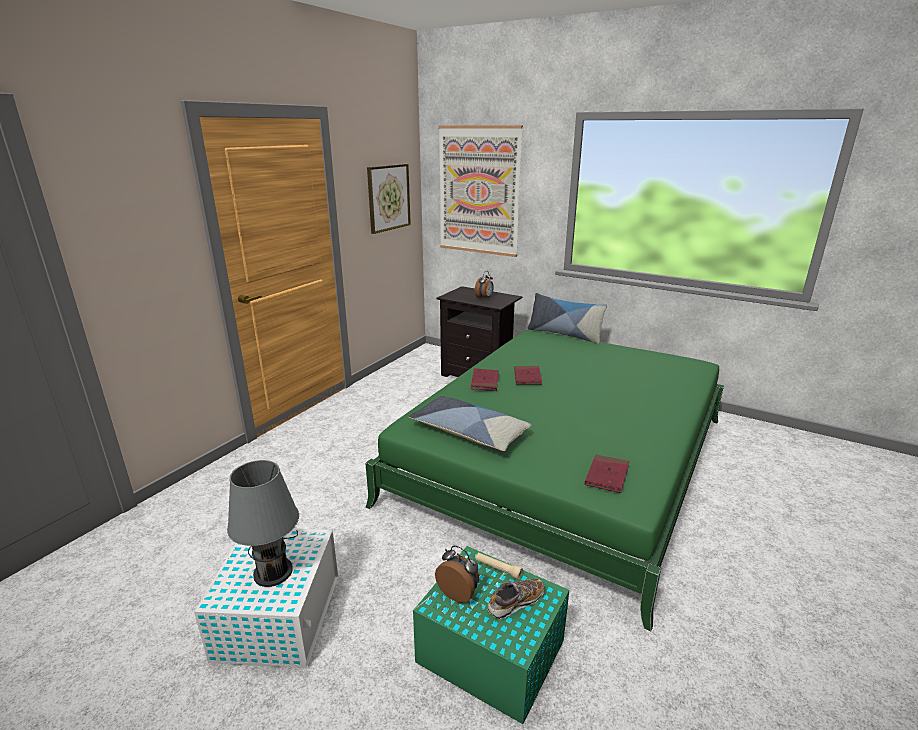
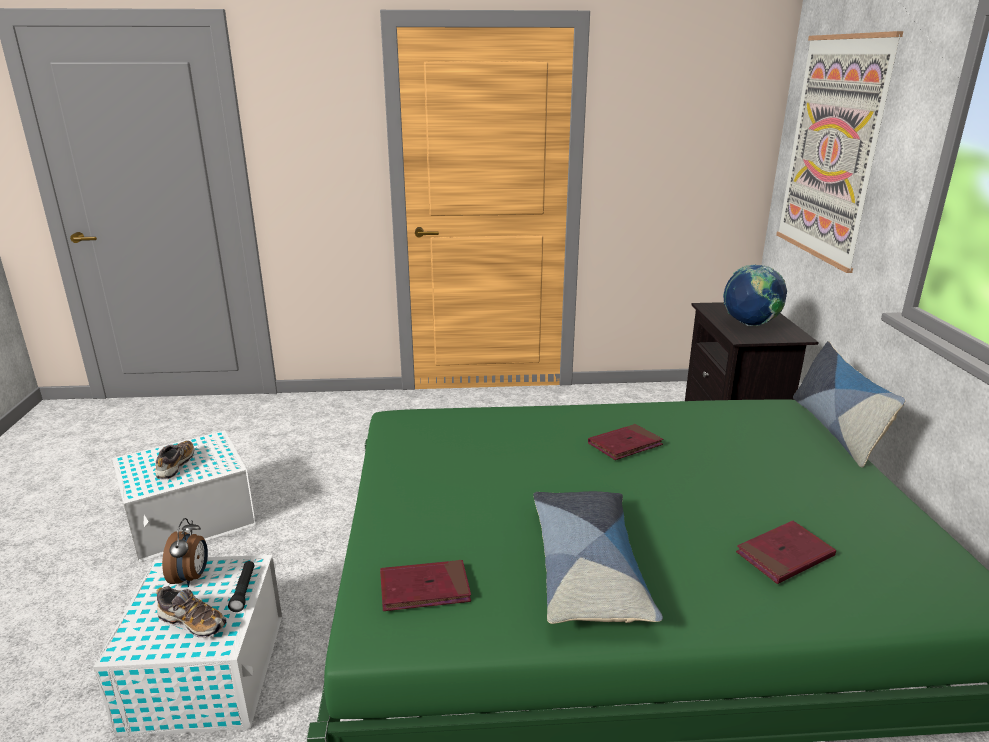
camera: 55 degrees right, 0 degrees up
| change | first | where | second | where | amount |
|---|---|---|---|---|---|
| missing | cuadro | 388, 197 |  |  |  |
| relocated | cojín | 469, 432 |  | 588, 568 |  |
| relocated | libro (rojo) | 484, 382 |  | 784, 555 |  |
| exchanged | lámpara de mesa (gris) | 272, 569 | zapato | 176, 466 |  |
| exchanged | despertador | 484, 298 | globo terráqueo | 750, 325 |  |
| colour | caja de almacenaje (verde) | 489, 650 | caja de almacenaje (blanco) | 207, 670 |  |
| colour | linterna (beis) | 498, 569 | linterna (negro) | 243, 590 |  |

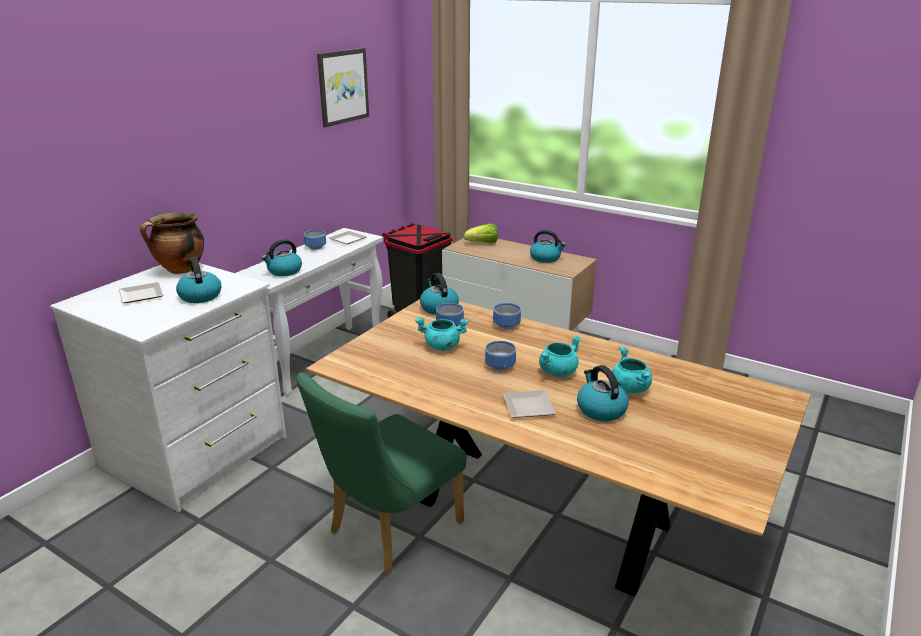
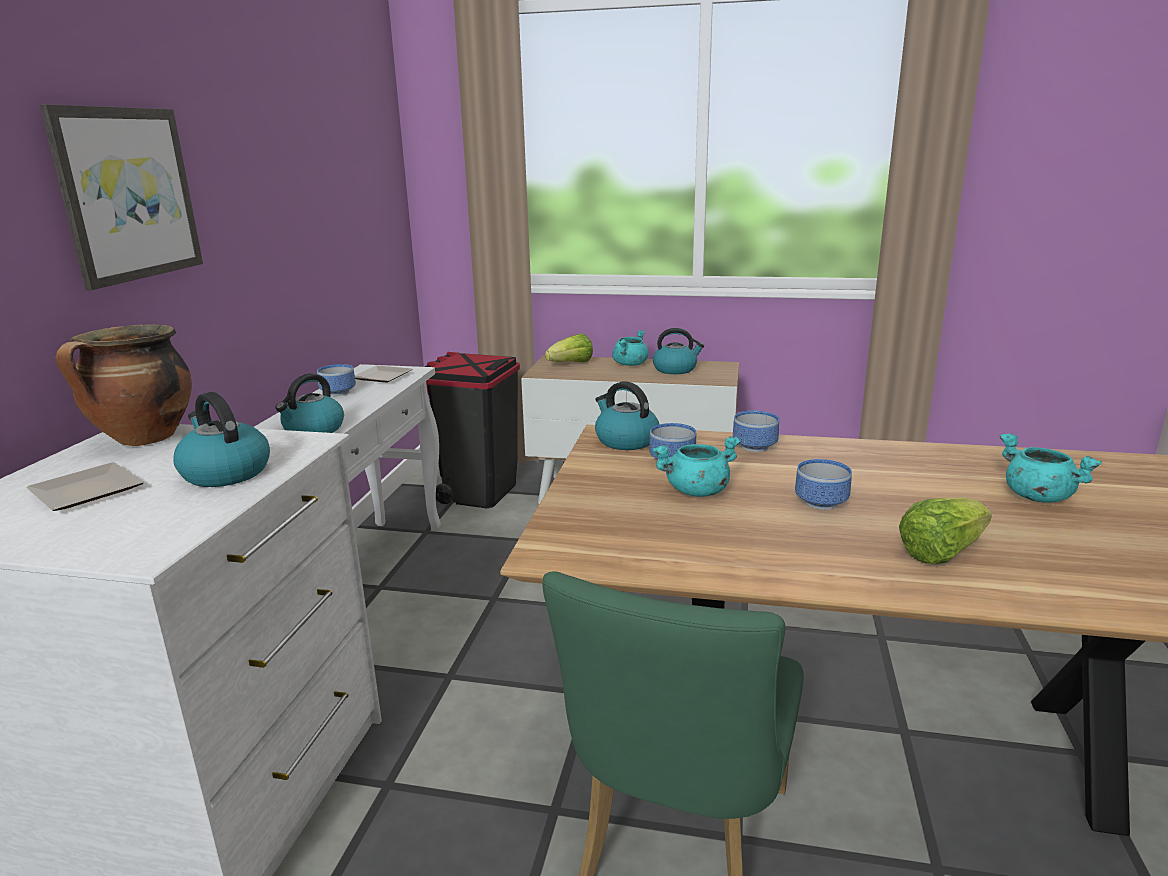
camera: 20 degrees left, 5 degrees down
| change | first | where | second | where | amount |
|---|---|---|---|---|---|
| missing | hervidor | 600, 409 |  |  |  |
| relocated | cuadro | 342, 86 |  | 127, 194 |  |
| relocated | olla (turquesa) | 558, 372 |  | 630, 364 |  |
| exchanged | plato | 527, 406 | lechuga | 941, 552 |  |

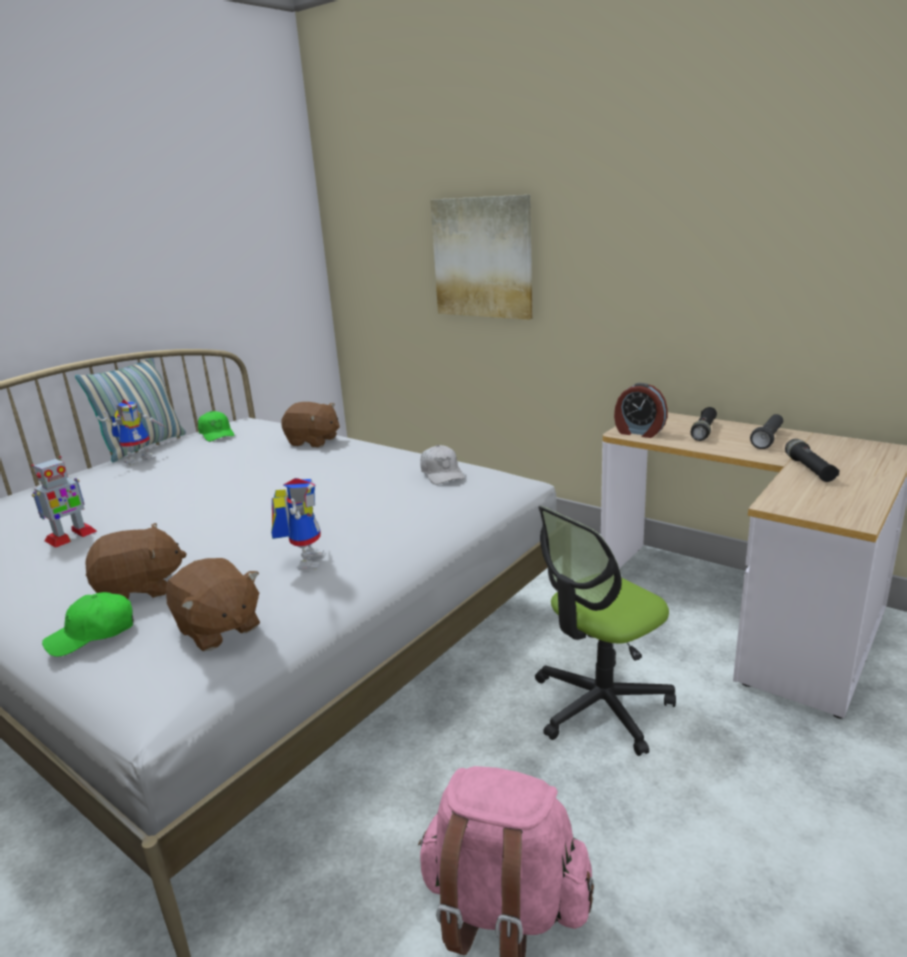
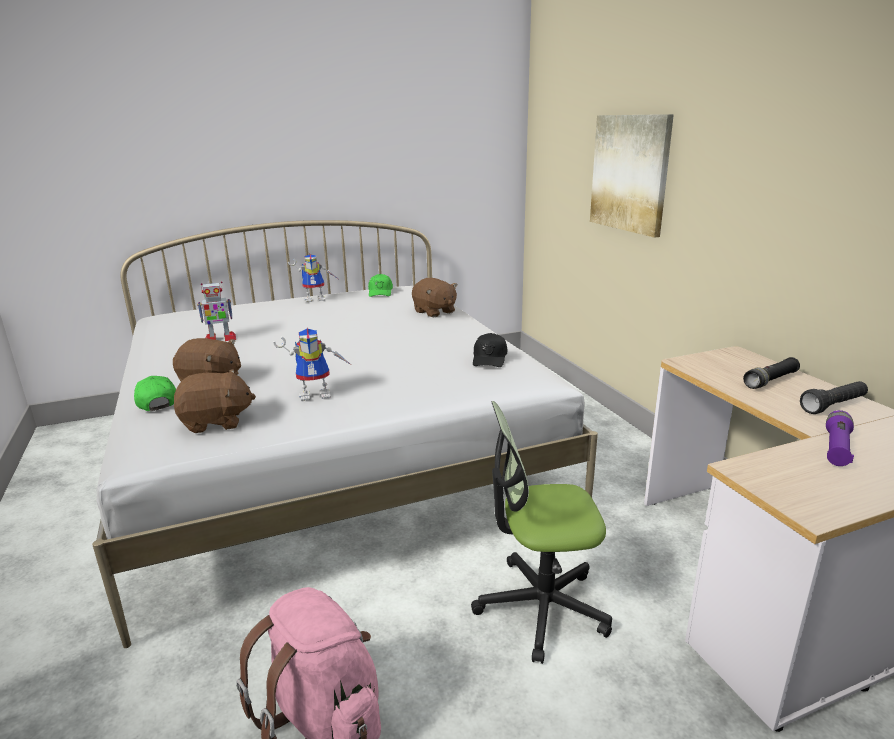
camera: 30 degrees right, 0 degrees up
| change | first | where | second | where | amount |
|---|---|---|---|---|---|
| missing | cojín | 144, 446 |  |  |  |
| missing | despertador | 639, 432 |  |  |  |
| colour | gorra (blanco) | 442, 474 | gorra (negro) | 489, 359 |  |
| colour | linterna (negro) | 809, 469 | linterna (morado) | 836, 448 |  |
| spun | gorra (verde) | 92, 634 |  | 156, 401 | 60 degrees clockwise |
| spun | peluche (marrón) | 218, 629 |  | 216, 422 | 90 degrees counterclockwise |
| spun | robot de juguete | 305, 560 |  | 317, 394 | 45 degrees clockwise |

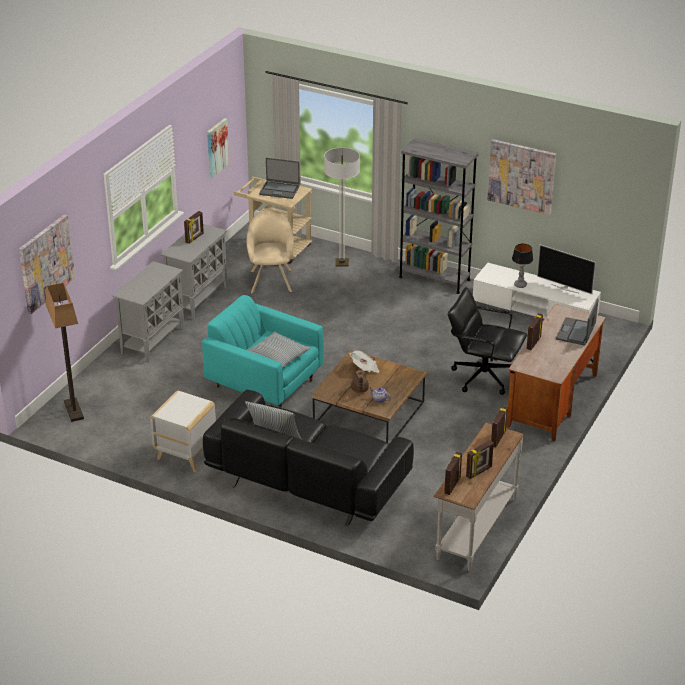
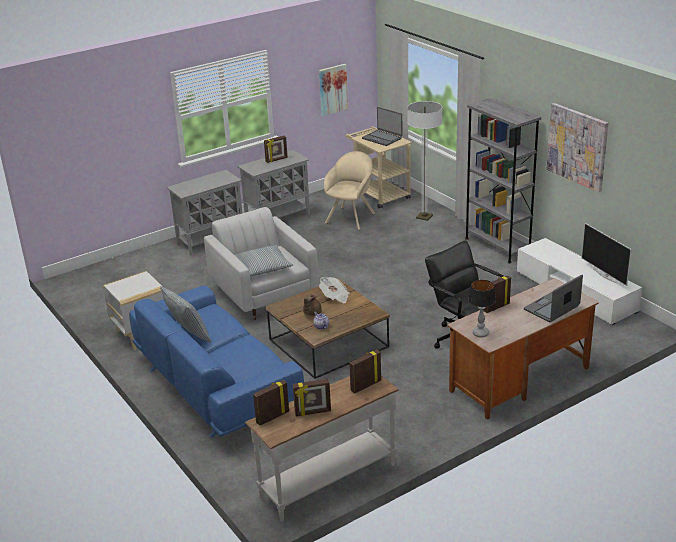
camera: 30 degrees right, 5 degrees down
| change | first | where | second | where | amount |
|---|---|---|---|---|---|
| missing | cuadro | 46, 263 |  |  |  |
| missing | lámpara de pie | 73, 410 |  |  |  |
| relocated | lámpara de mesa | 520, 285 |  | 481, 333 |  |
| colour | sillón (turquesa) | 264, 383 | sillón (blanco) | 264, 294 |  |
| colour | sofá (negro) | 307, 481 | sofá (azul) | 216, 386 |  |

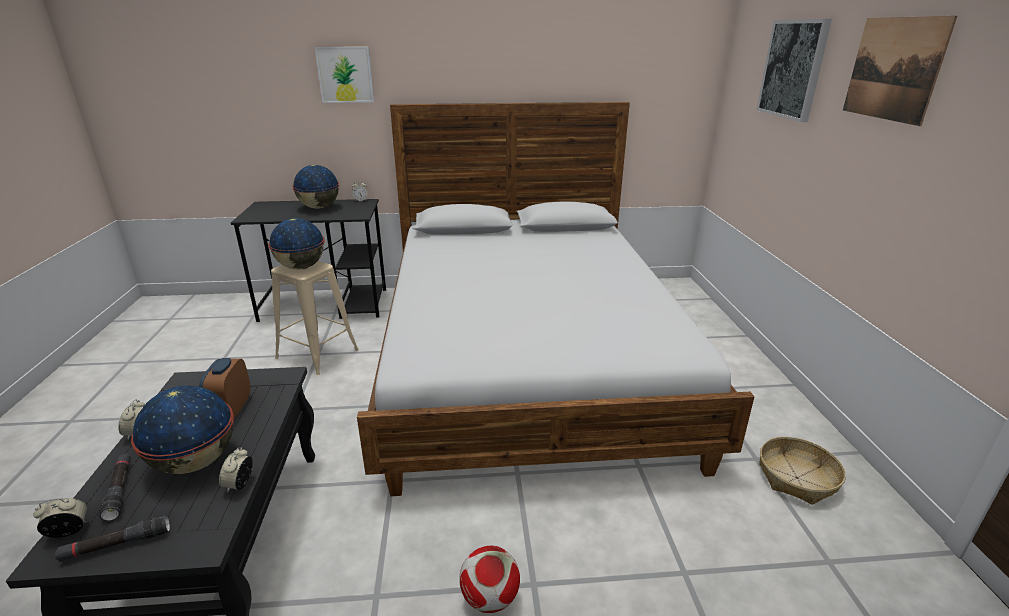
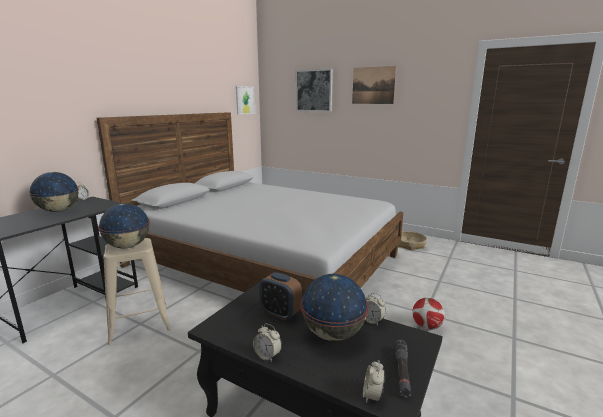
camera: 55 degrees left, 10 degrees down
| change | first | where | second | where | amount |
|---|---|---|---|---|---|
| missing | linterna (negro) | 119, 490 |  |  |  |
| relocated | cuadro | 345, 75 |  | 245, 100 |  |

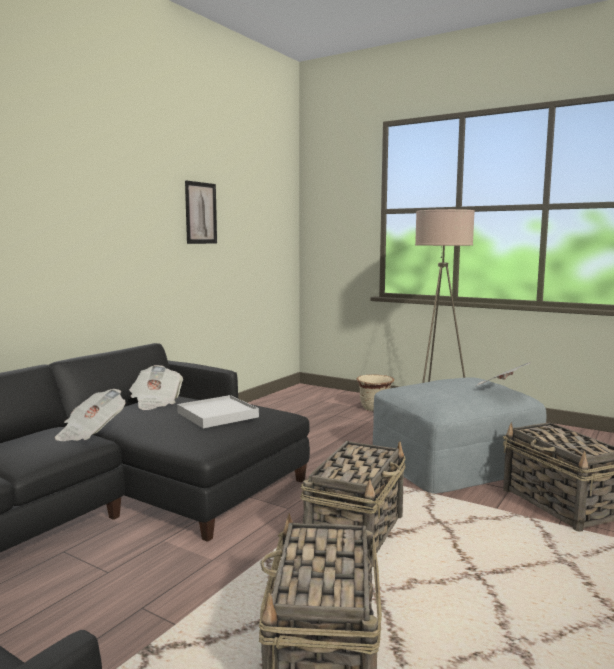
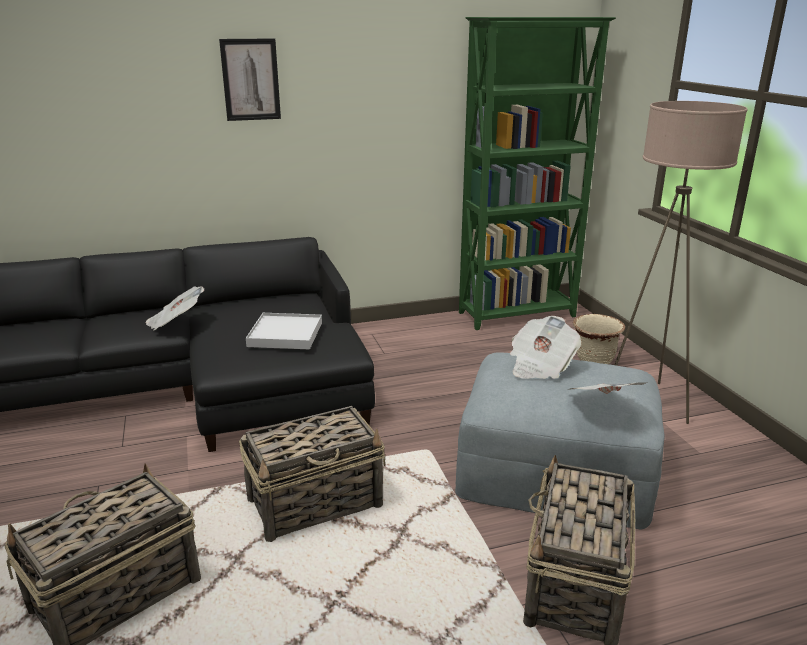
camera: 40 degrees right, 15 degrees up
| change | first | where | second | where | amount |
|---|---|---|---|---|---|
| appeared |  |  | estantería (verde) | 518, 315 |  |
| relocated | periódico | 155, 402 |  | 540, 366 |  |
| relocated | cuadro | 201, 213 |  | 250, 80 |  |

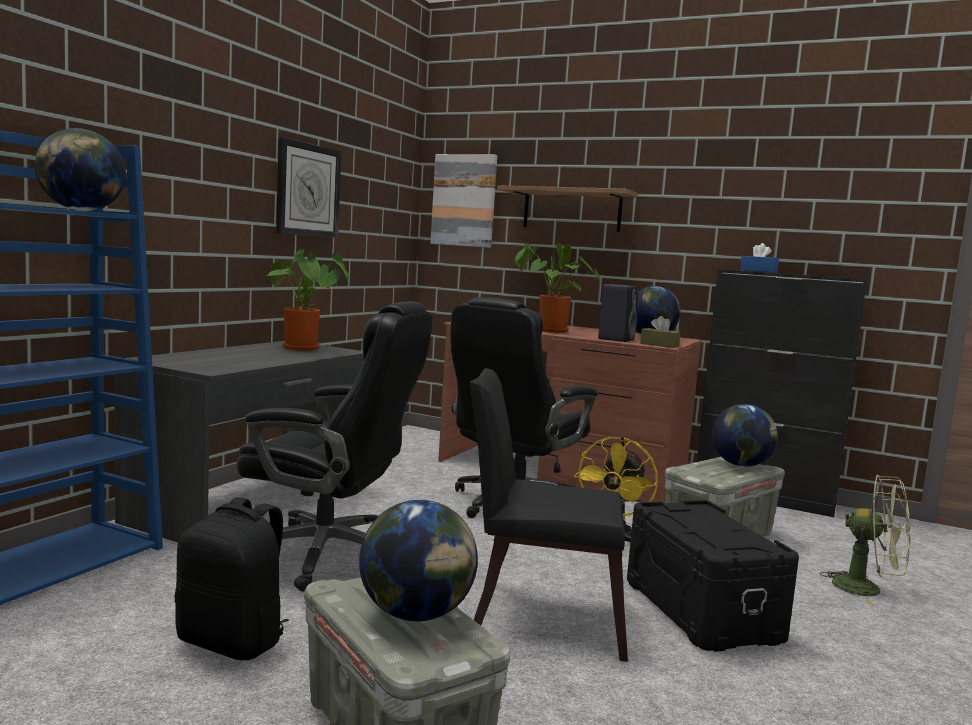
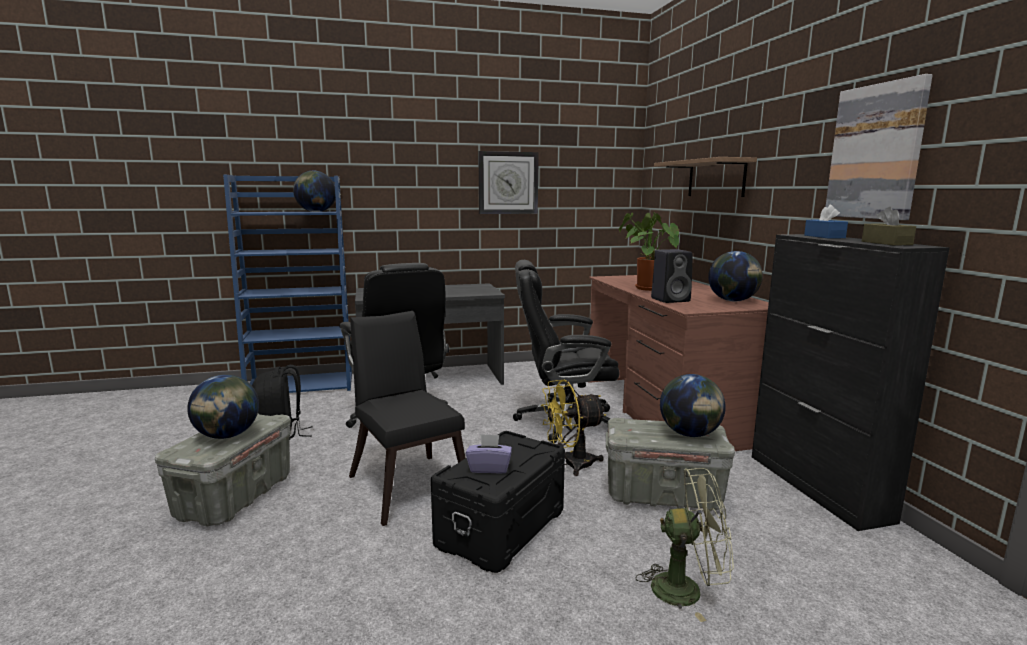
camera: 50 degrees right, 5 degrees up
| change | first | where | second | where | amount |
|---|---|---|---|---|---|
| missing | planta en maceta | 304, 349 |  |  |  |
| appeared |  |  | caja de pañuelos (morado) | 489, 468 |  |
| relocated | cuadro | 464, 200 |  | 876, 152 |  |
| relocated | caja de pañuelos (marrón) | 659, 345 |  | 886, 243 |  |
| spun | ventilador (verde) | 867, 590 |  | 687, 589 | 75 degrees counterclockwise |

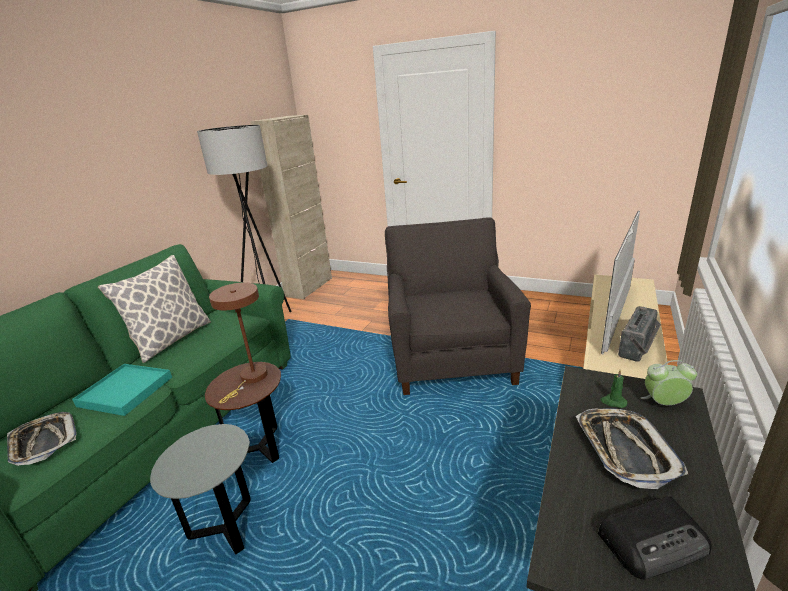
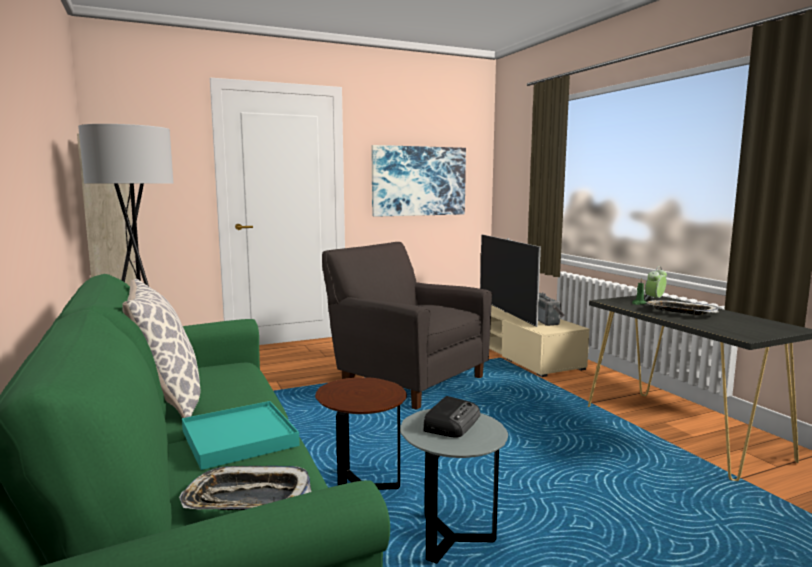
camera: 50 degrees left, 15 degrees down
| change | first | where | second | where | amount |
|---|---|---|---|---|---|
| missing | lámpara de mesa (marrón) | 251, 378 |  |  |  |
| appeared |  |  | cuadro | 419, 181 |  |
| relocated | radio | 654, 541 |  | 452, 422 |  |

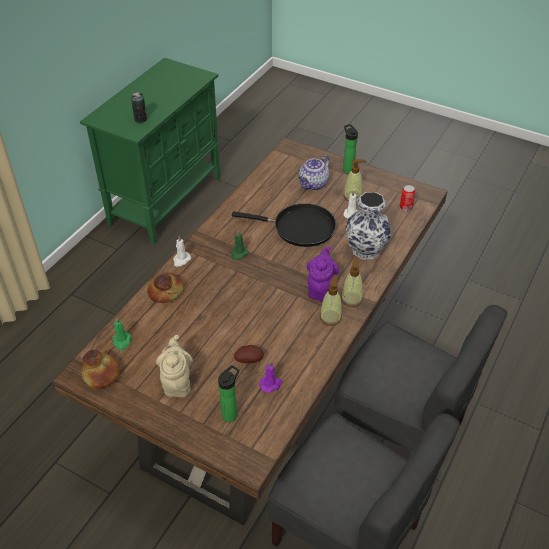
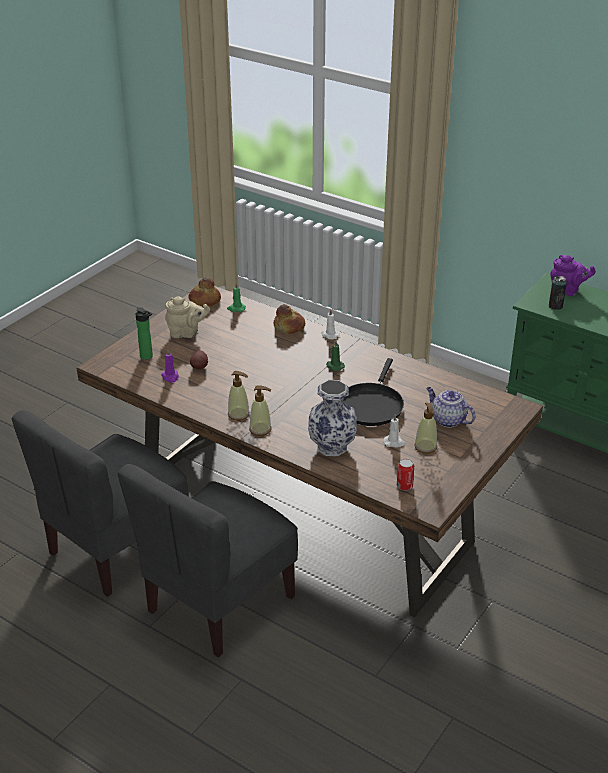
camera: 95 degrees right, 10 degrees down
| change | first | where | second | where | amount |
|---|---|---|---|---|---|
| missing | botella | 347, 169 |  |  |  |
| relocated | tetera (morado) | 321, 289 |  | 567, 291 |  |

